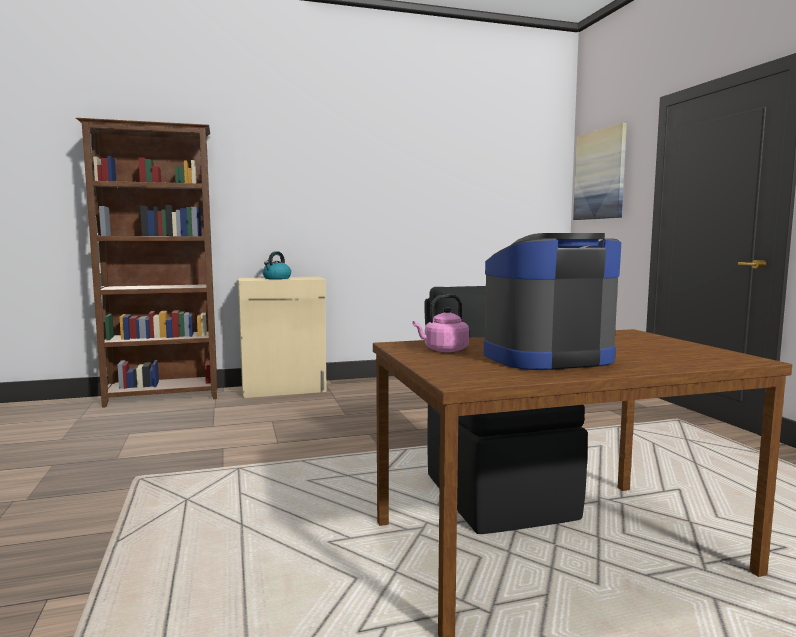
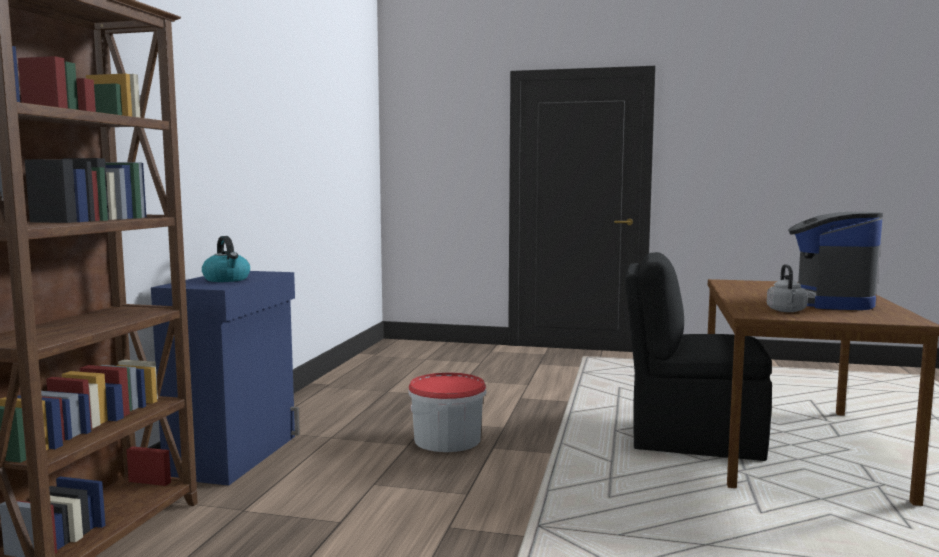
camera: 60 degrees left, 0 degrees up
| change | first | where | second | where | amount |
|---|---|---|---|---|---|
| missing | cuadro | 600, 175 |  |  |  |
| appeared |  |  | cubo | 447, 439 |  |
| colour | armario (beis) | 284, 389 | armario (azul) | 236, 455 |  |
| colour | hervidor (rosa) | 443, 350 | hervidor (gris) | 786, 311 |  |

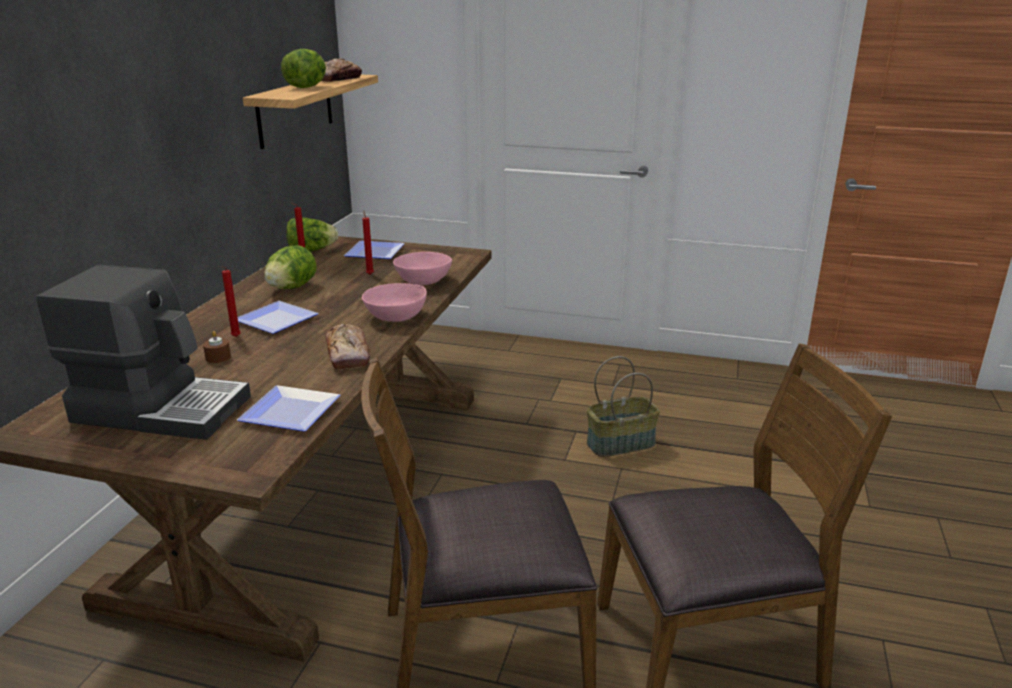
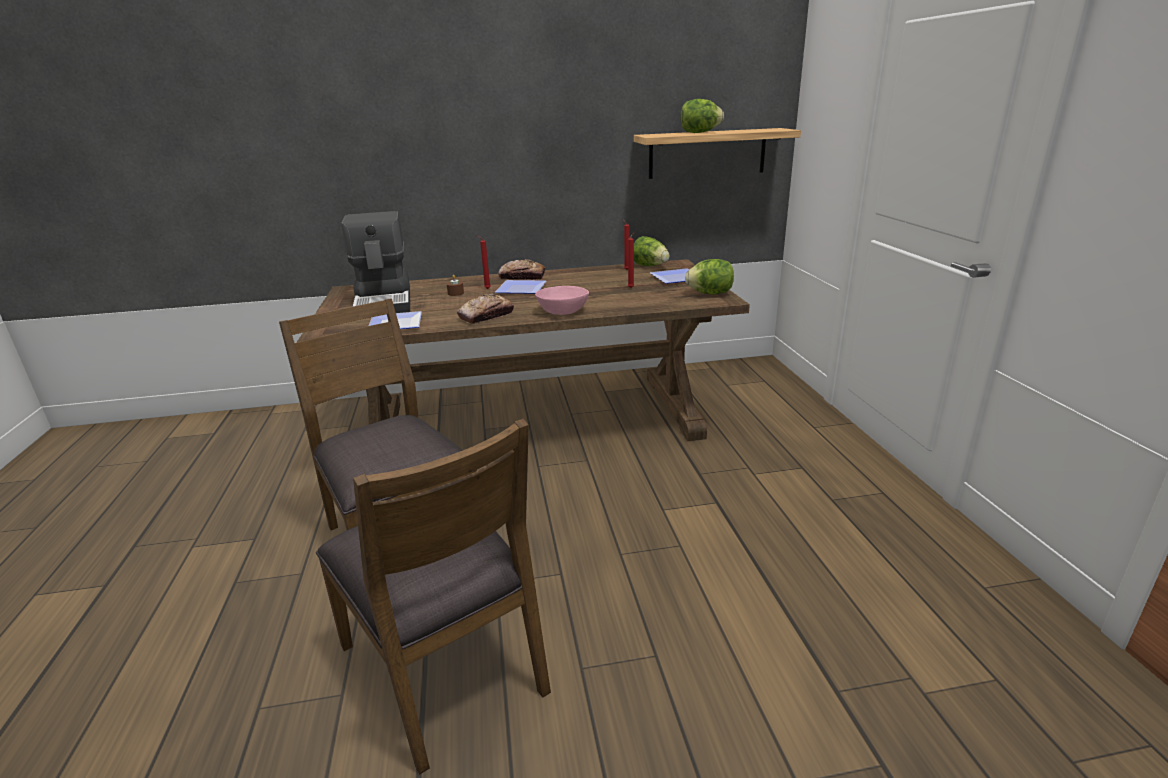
camera: 65 degrees right, 0 degrees up
| change | first | where | second | where | amount |
|---|---|---|---|---|---|
| missing | cuenco (rosa) | 423, 281 |  |  |  |
| missing | cesta | 621, 443 |  |  |  |
| relocated | lechuga | 292, 287 |  | 710, 293 |  |
| relocated | pan | 338, 79 |  | 522, 277 |  |

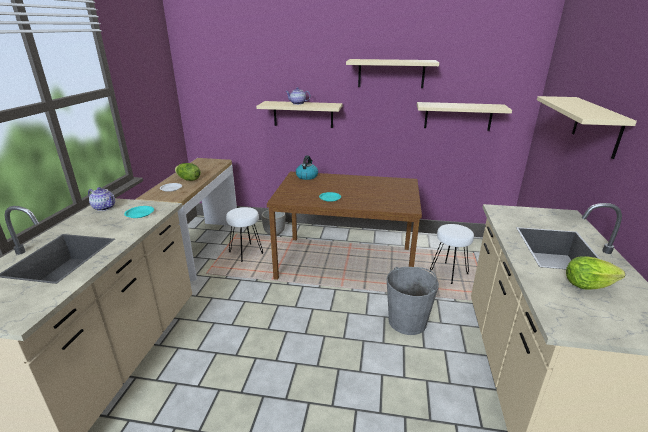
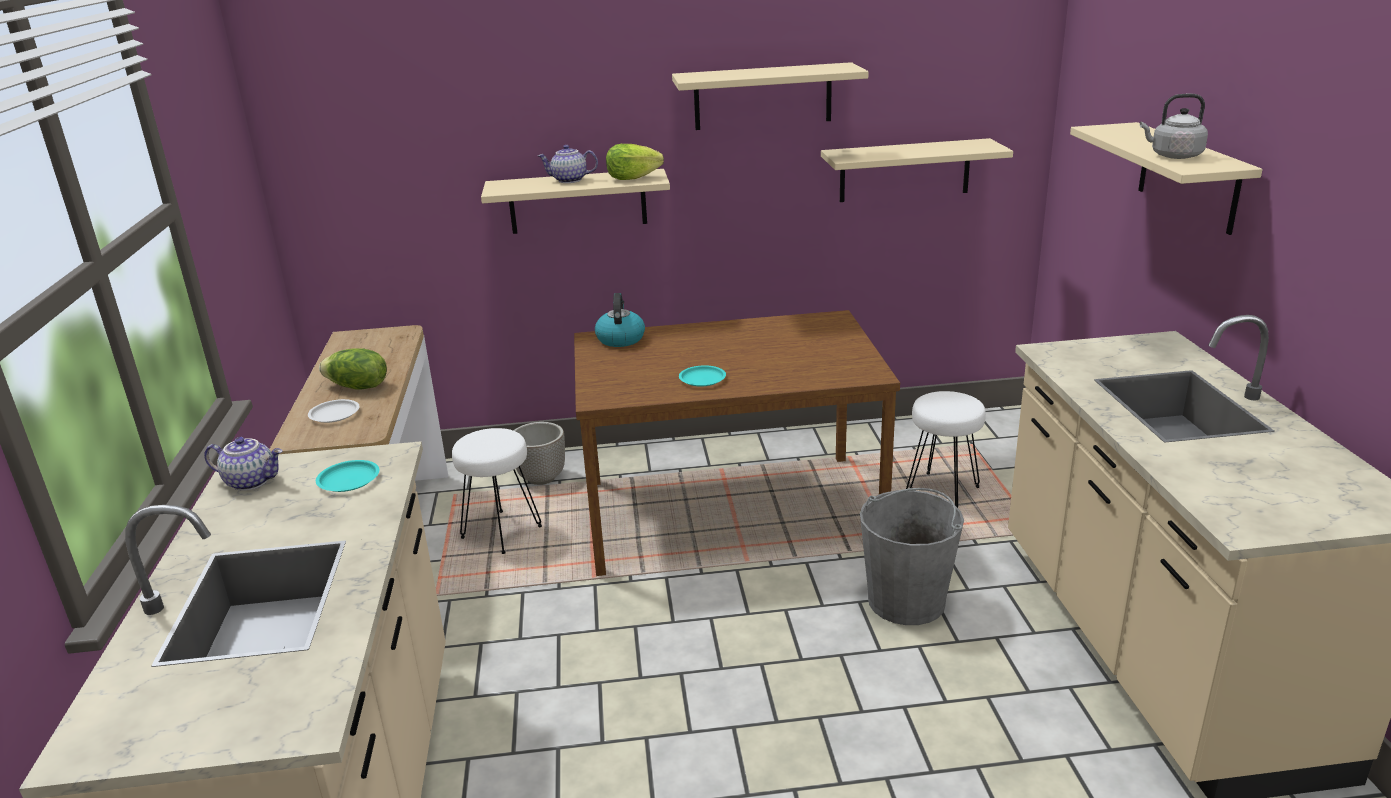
camera: 15 degrees left, 0 degrees up
| change | first | where | second | where | amount |
|---|---|---|---|---|---|
| appeared |  |  | hervidor (gris) | 1173, 156 |  |
| relocated | lechuga | 587, 285 |  | 632, 178 |  |

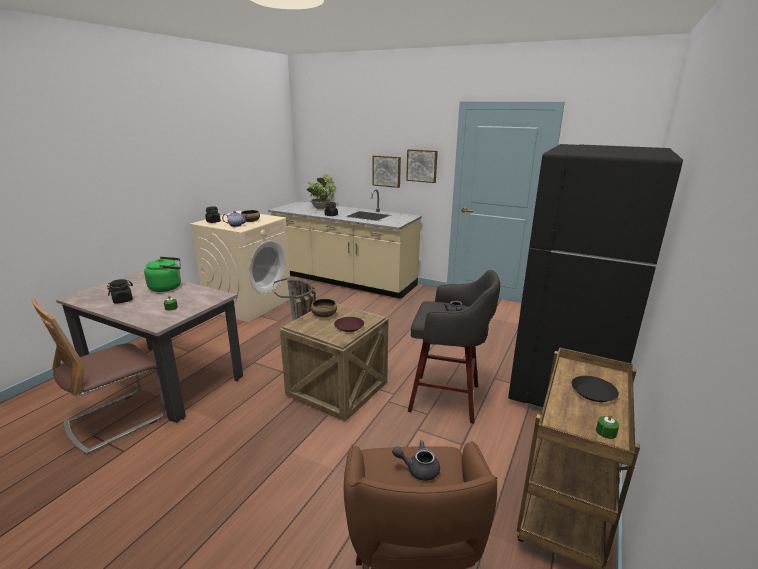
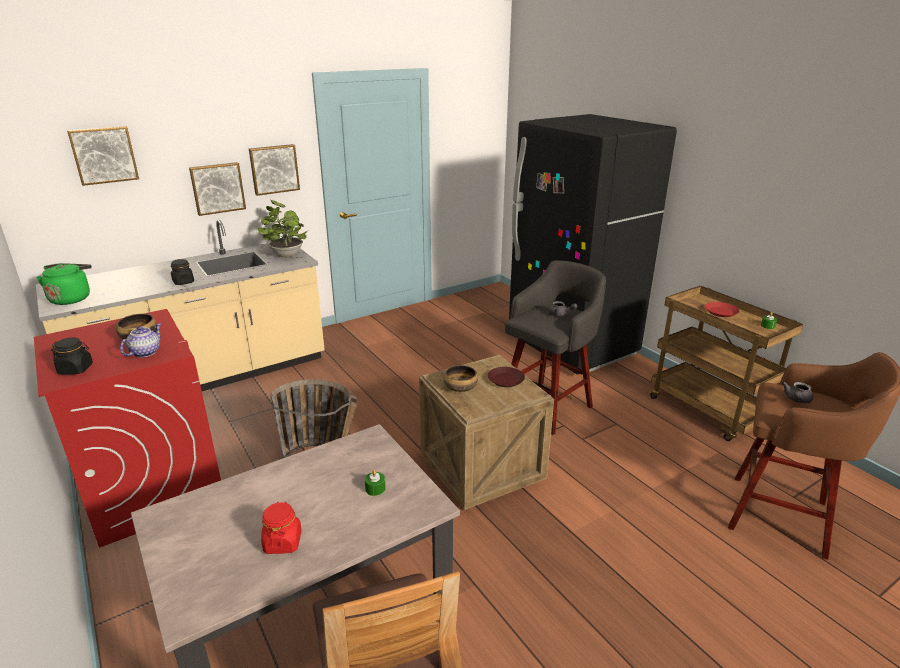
camera: 60 degrees left, 5 degrees up
| change | first | where | second | where | amount |
|---|---|---|---|---|---|
| appeared |  |  | cuadro | 104, 155 |  |
| relocated | hervidor (verde) | 167, 287 |  | 71, 298 |  |
| relocated | planta en maceta | 321, 207 |  | 286, 254 |  |
| colour | tarro (negro) | 123, 300 | tarro (rojo) | 283, 542 |  |
| colour | lavadora (beis) | 249, 304 | lavadora (rojo) | 153, 487 |  |
| colour | plato (negro) | 593, 392 | plato (rojo) | 720, 312 |  |

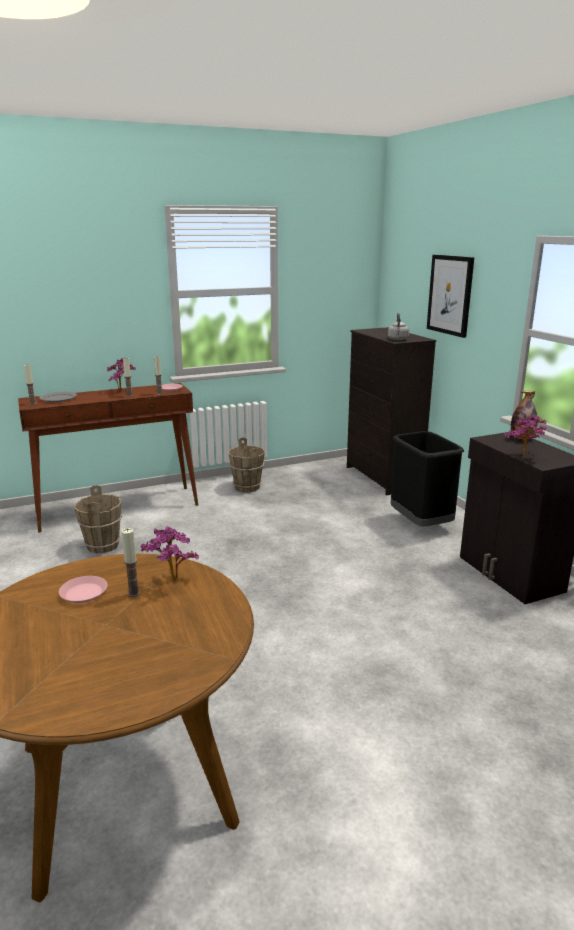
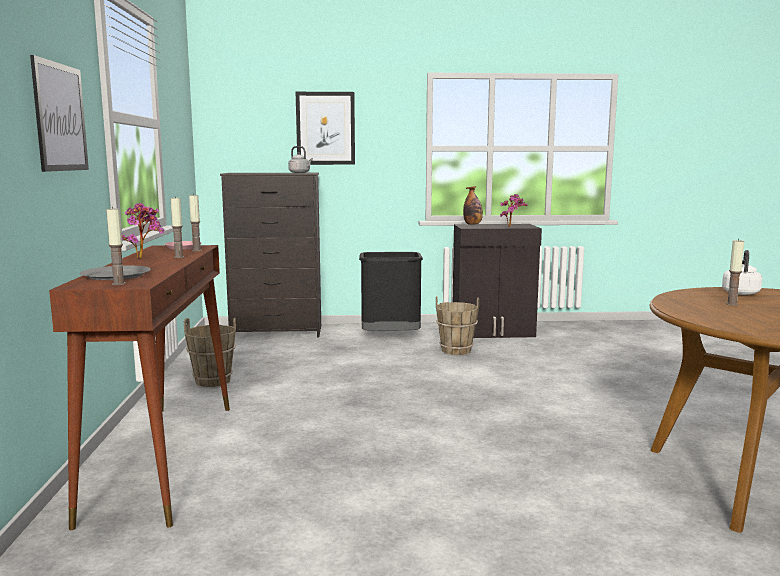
camera: 70 degrees left, 10 degrees down
| change | first | where | second | where | amount |
|---|---|---|---|---|---|
| missing | plato (rosa) | 84, 593 |  |  |  |
| missing | planta en maceta | 172, 582 |  |  |  |
| appeared |  |  | cuadro | 60, 117 |  |
| appeared |  |  | hervidor (blanco) | 740, 292 |  |
| relocated | cubo (marrón) | 103, 545 |  | 456, 350 |  |

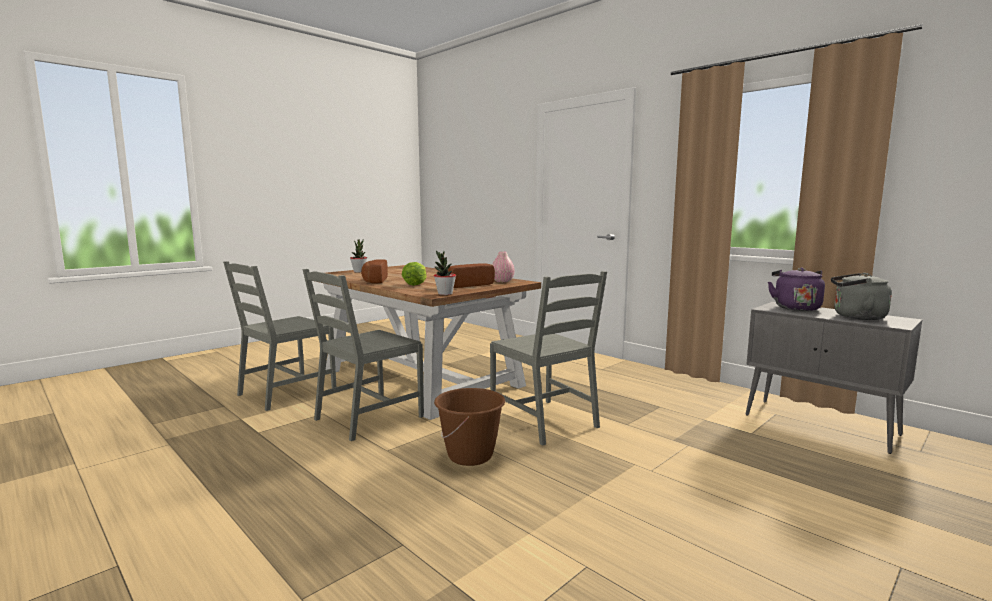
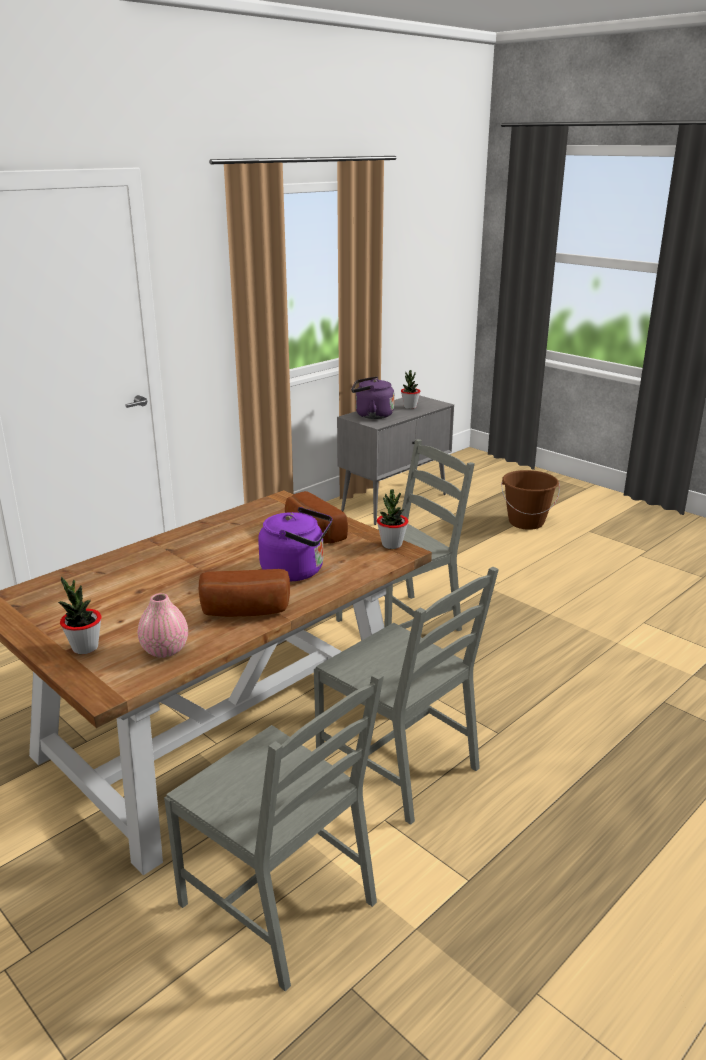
camera: 90 degrees left, 15 degrees up
| change | first | where | second | where | amount |
|---|---|---|---|---|---|
| relocated | cubo (marrón) | 470, 455 |  | 526, 522 |  |
| relocated | florero (rosa) | 502, 281 |  | 165, 650 |  |
| exchanged | lechuga | 415, 284 | hervidor (morado) | 297, 571 |  |
| exchanged | hervidor (gris) | 855, 317 | planta en maceta | 410, 407 |  |

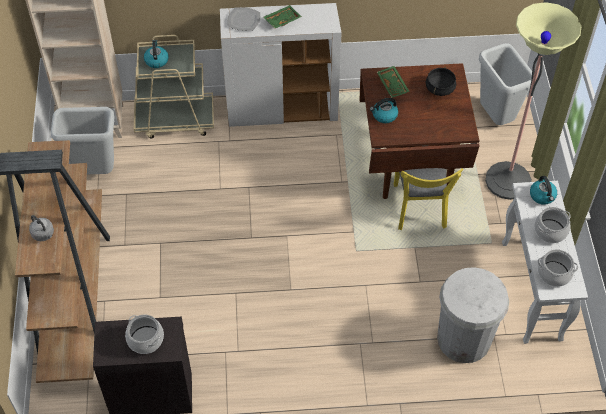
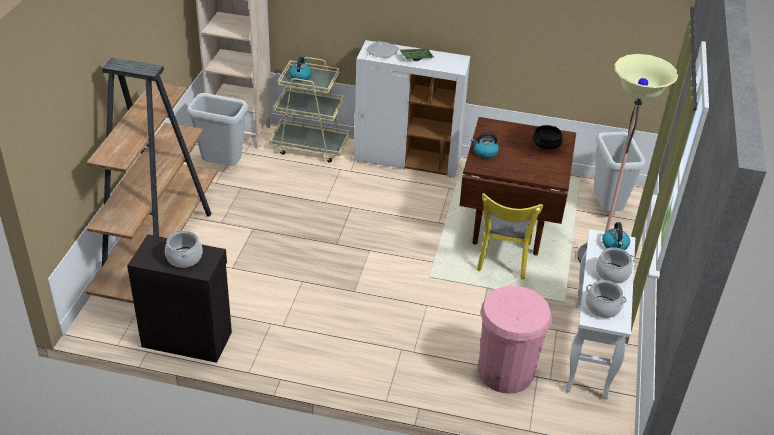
camera: 15 degrees right, 15 degrees down
| change | first | where | second | where | amount |
|---|---|---|---|---|---|
| missing | hervidor (gris) | 44, 234 |  |  |  |
| missing | bandeja (verde) | 393, 85 |  |  |  |
| colour | papelera (blanco) | 464, 339 | papelera (rosa) | 505, 372 |  |

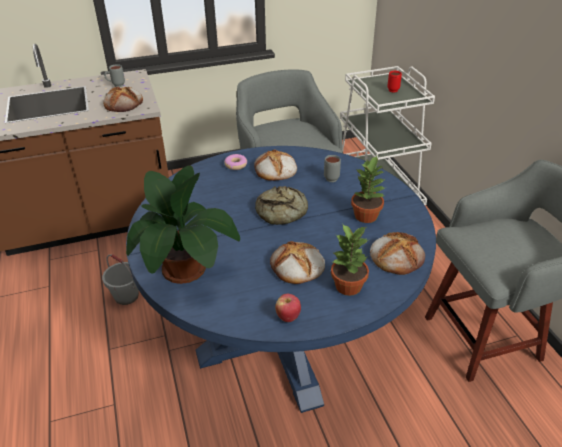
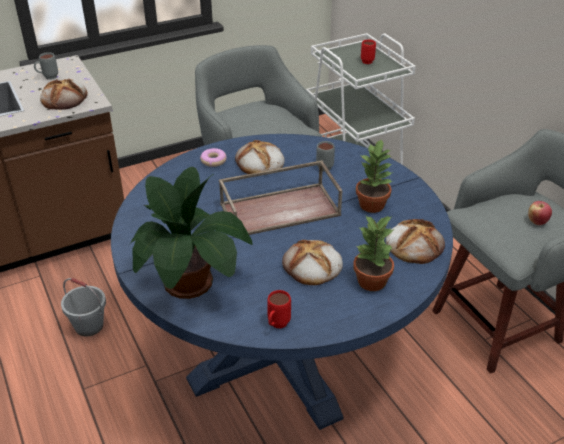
camera: 10 degrees left, 0 degrees up
| change | first | where | second | where | amount |
|---|---|---|---|---|---|
| appeared |  |  | taza grande (rojo) | 276, 326 |  |
| relocated | manzana | 288, 317 |  | 537, 222 |  |
| exchanged | pan | 282, 212 | bandeja (marrón) | 280, 209 |  |

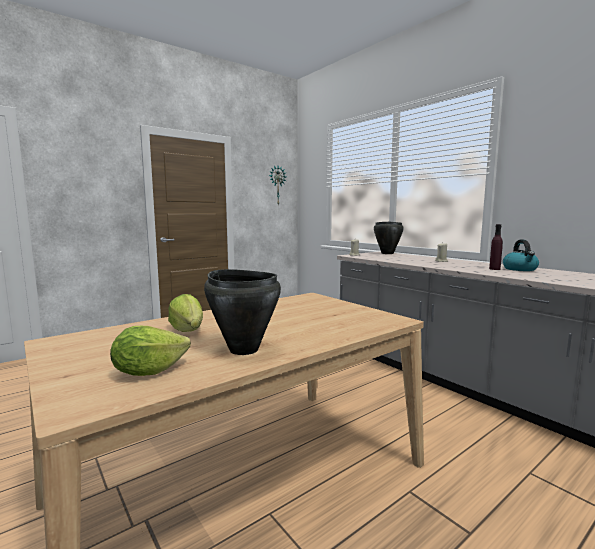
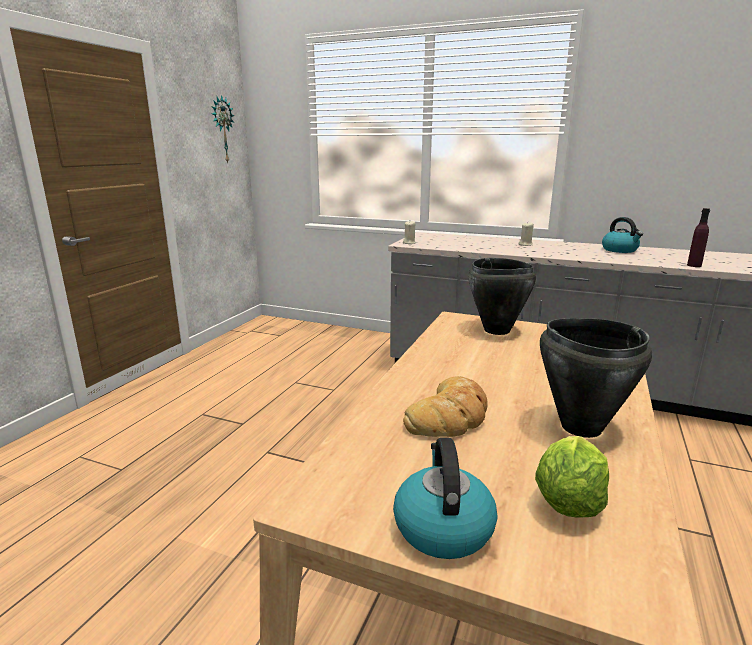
camera: 30 degrees left, 10 degrees up
| change | first | where | second | where | amount |
|---|---|---|---|---|---|
| appeared |  |  | hervidor | 442, 527 |  |
| relocated | olla (negro) | 387, 253 |  | 496, 330 |  |
| relocated | botella (morado) | 494, 269 |  | 694, 265 |  |
| exchanged | lechuga | 188, 330 | pan | 450, 416 |  |

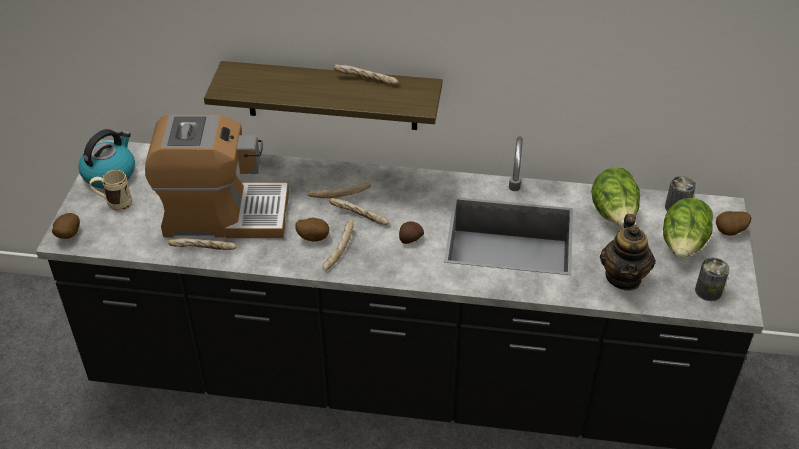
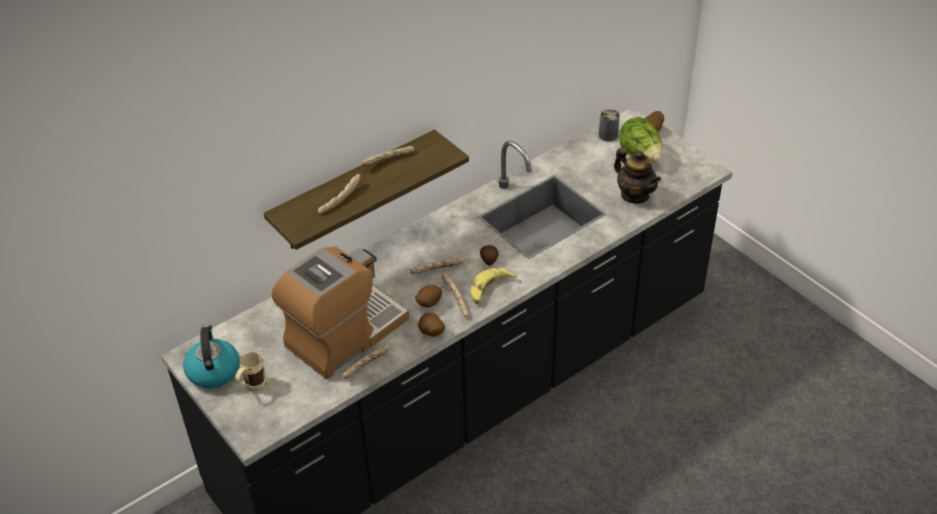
camera: 45 degrees left, 0 degrees up
| change | first | where | second | where | amount |
|---|---|---|---|---|---|
| missing | lechuga | 613, 215 |  |  |  |
| missing | lata | 708, 291 |  |  |  |
| appeared |  |  | plátano | 489, 289 |  |
| relocated | patata | 67, 235 |  | 431, 333 |  |
| relocated | pan | 339, 194 |  | 340, 198 |  |

